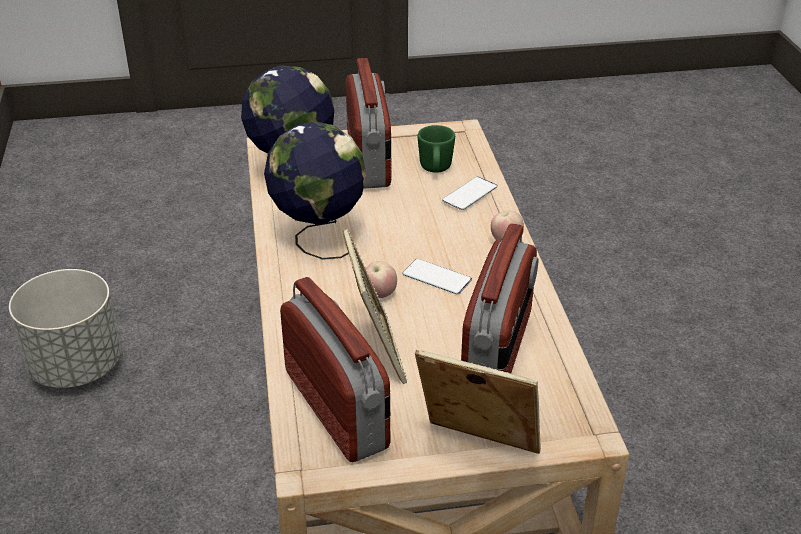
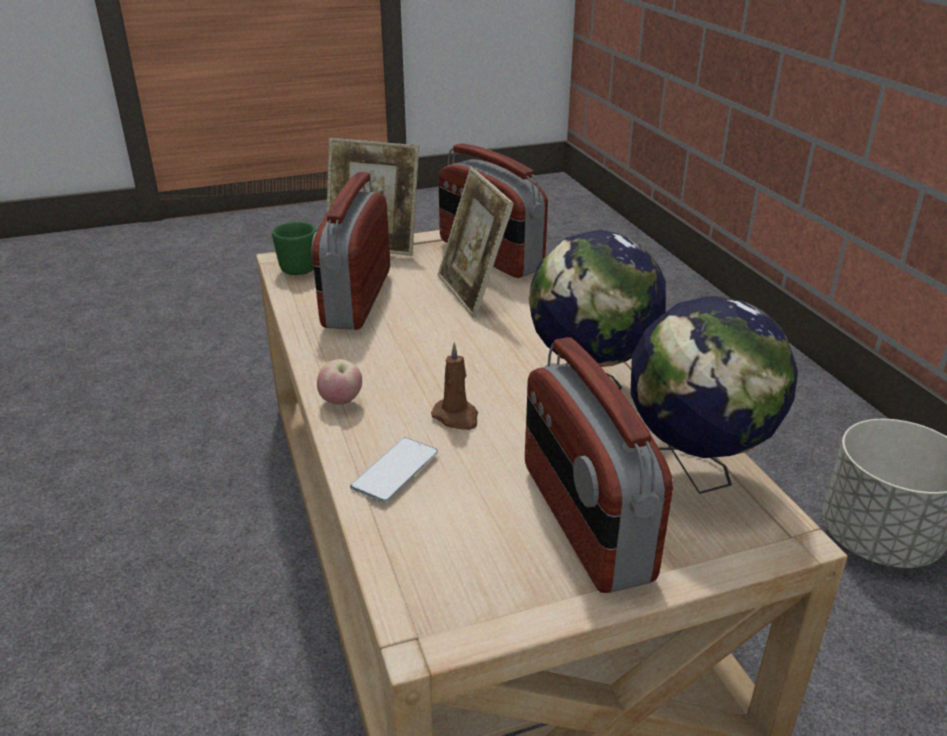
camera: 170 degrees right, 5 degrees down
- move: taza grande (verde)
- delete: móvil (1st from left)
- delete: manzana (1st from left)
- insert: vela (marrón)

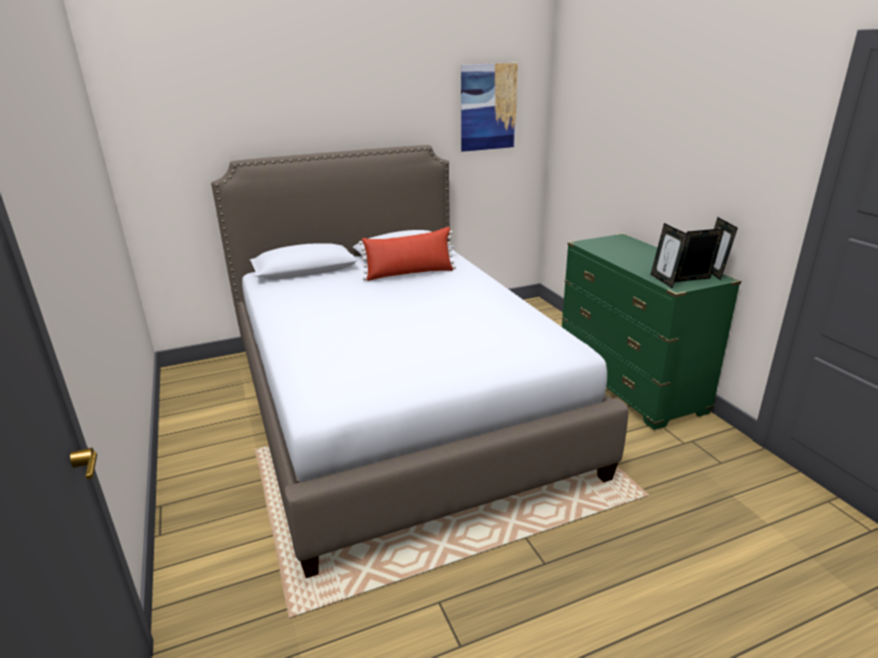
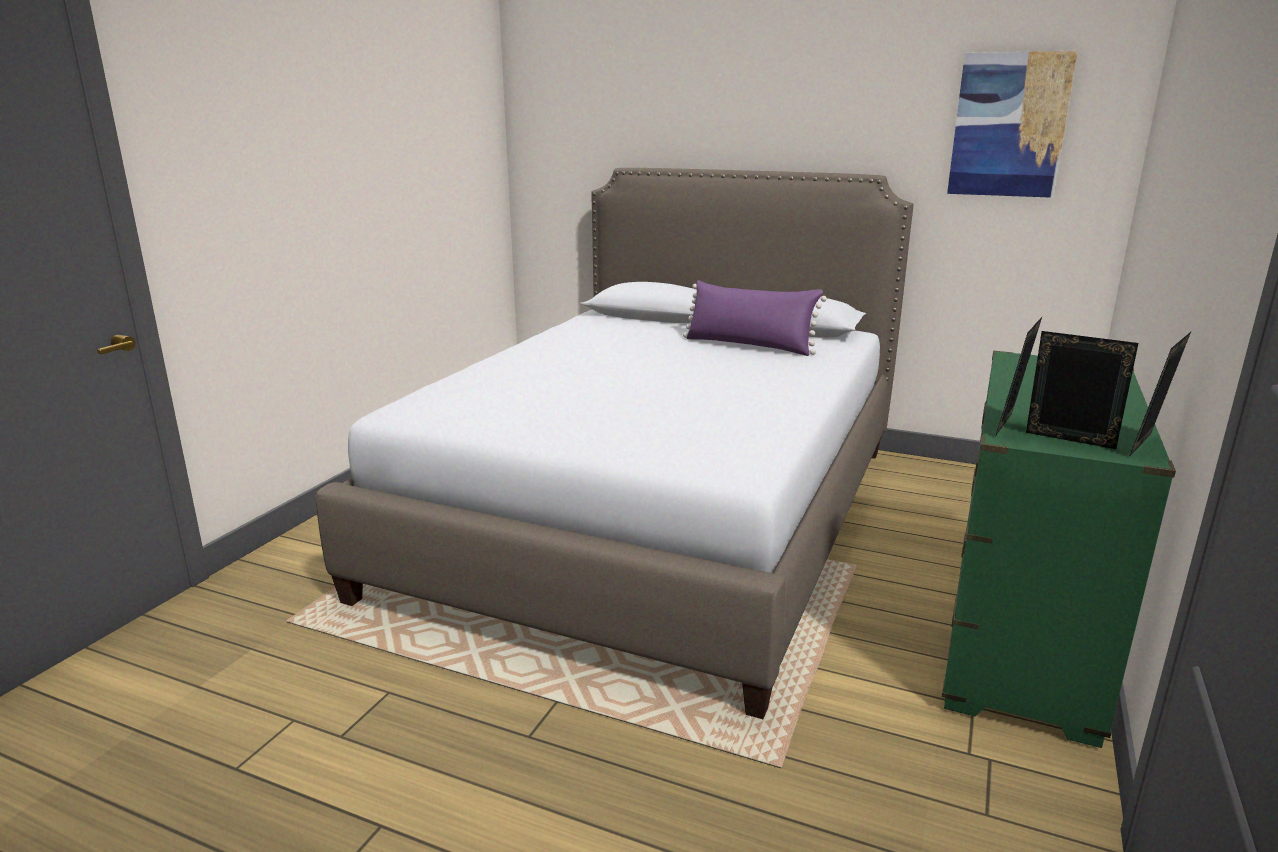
camera: 45 degrees right, 5 degrees down
- recolor: cojín (rojo) to cojín (morado)

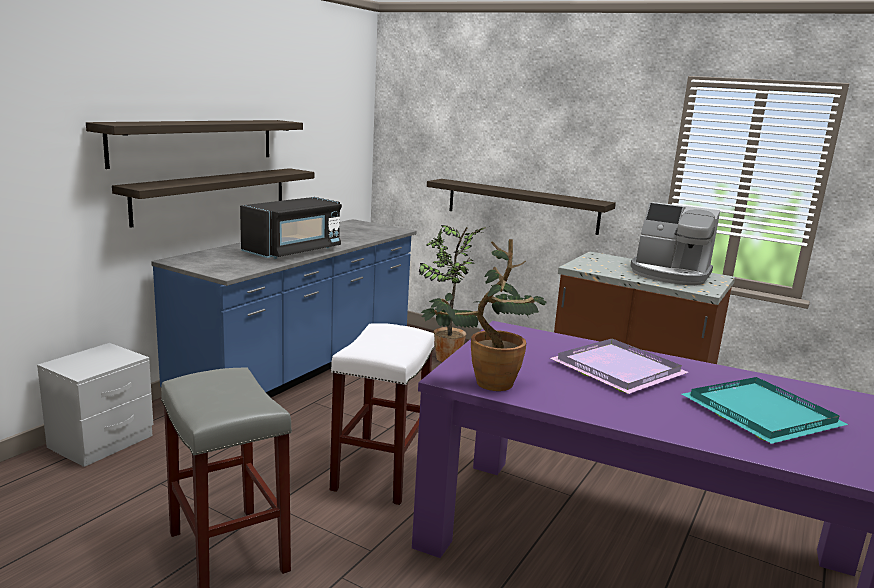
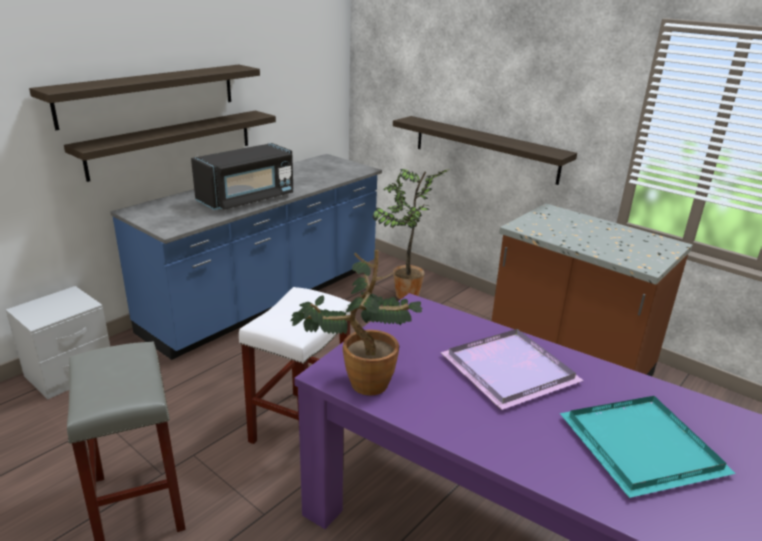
camera: 10 degrees right, 10 degrees up
- delete: cafetera

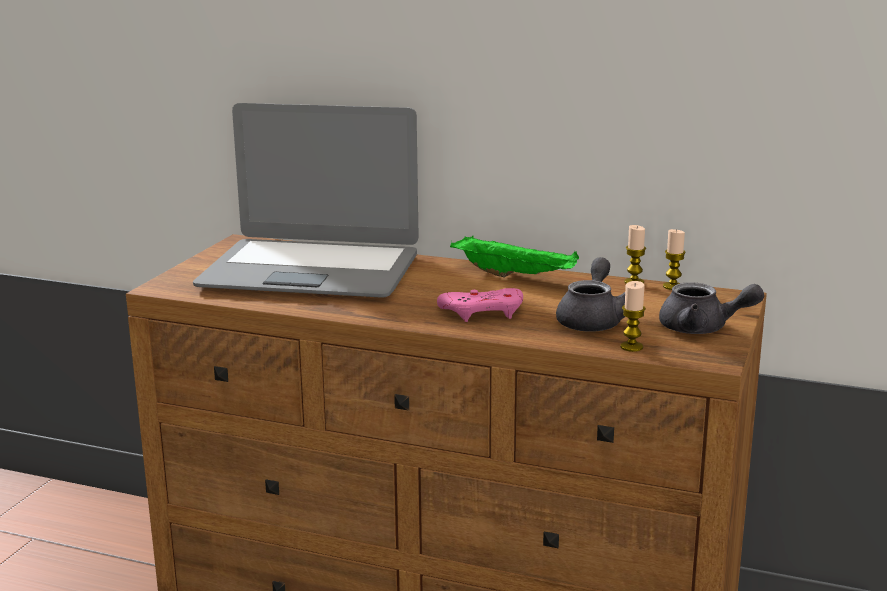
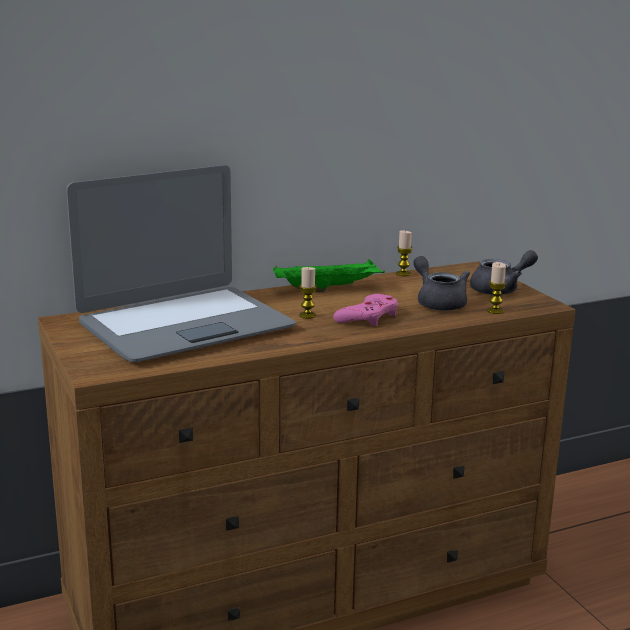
camera: 45 degrees left, 0 degrees up
- move: vela (3rd from left in the first image) to vela (1st from left)

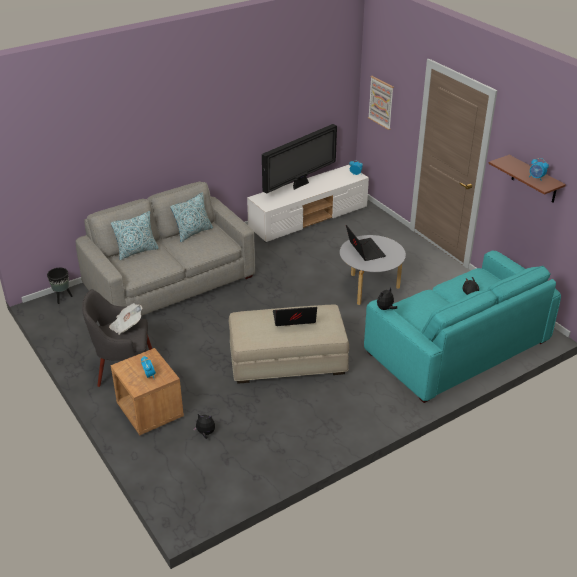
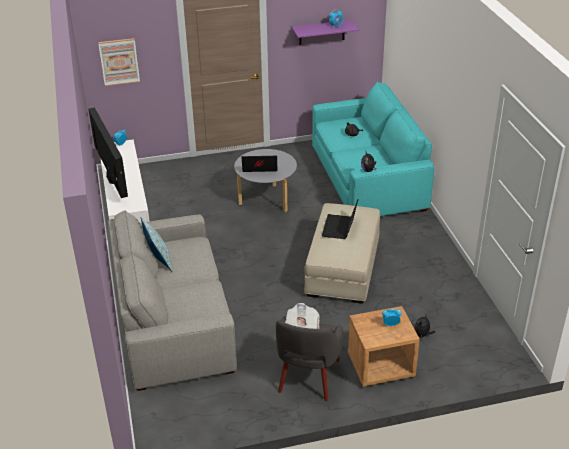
camera: 70 degrees left, 0 degrees up
- recolor: estante (marrón) to estante (morado)
- delete: cojín (1st from left)
- delete: maceta (negro)

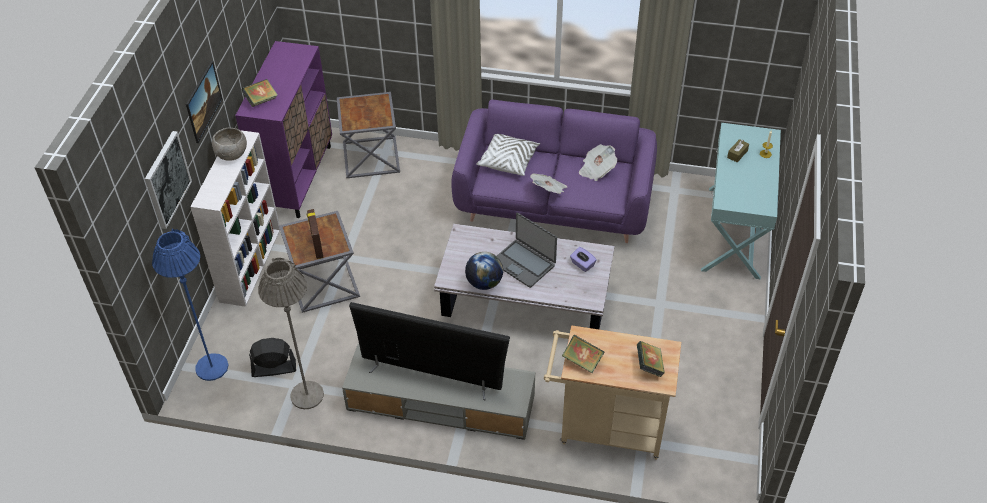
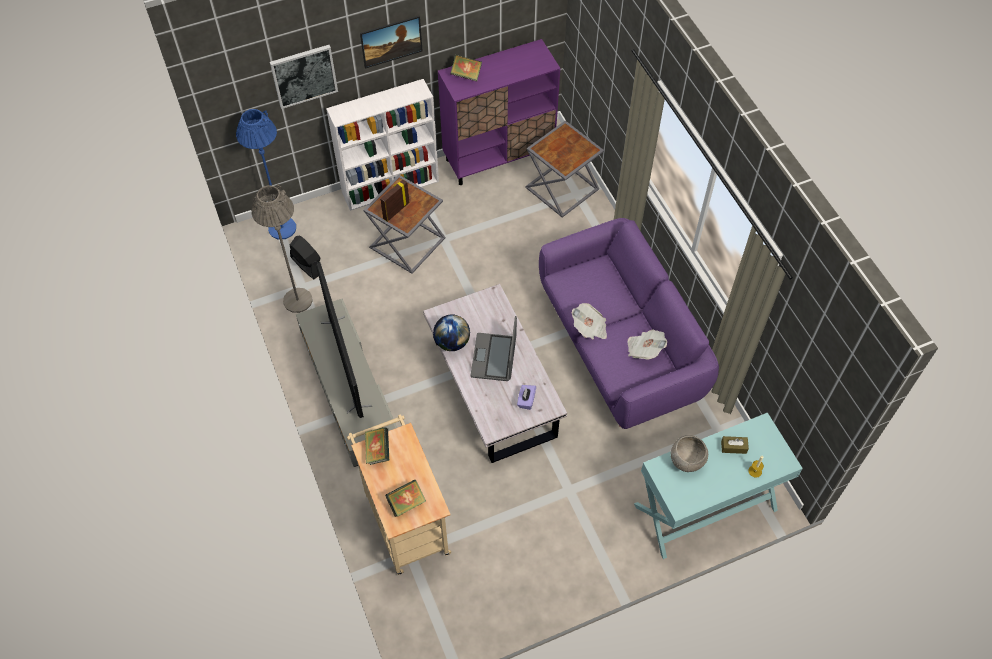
camera: 55 degrees right, 10 degrees up
- move: cuenco (gris)
- delete: cojín (blanco)

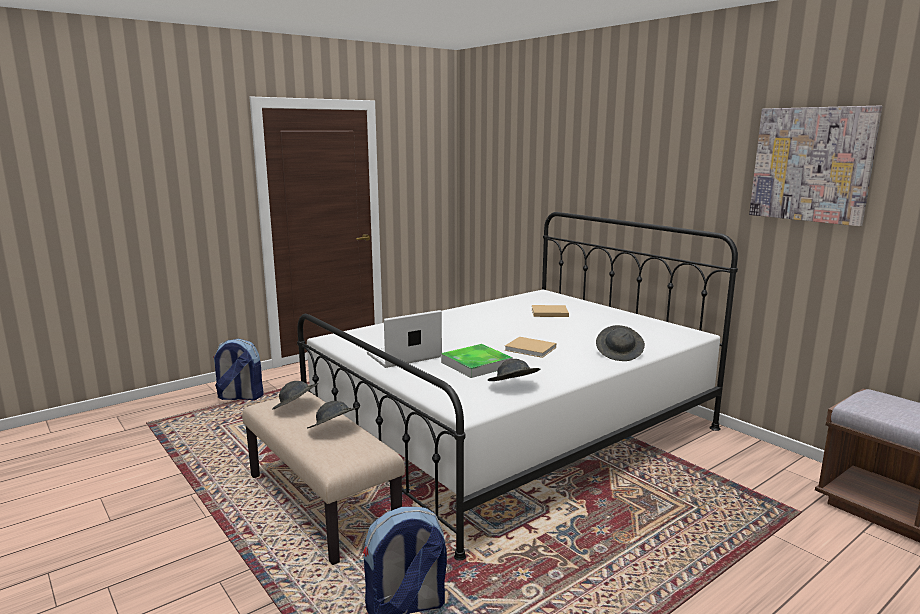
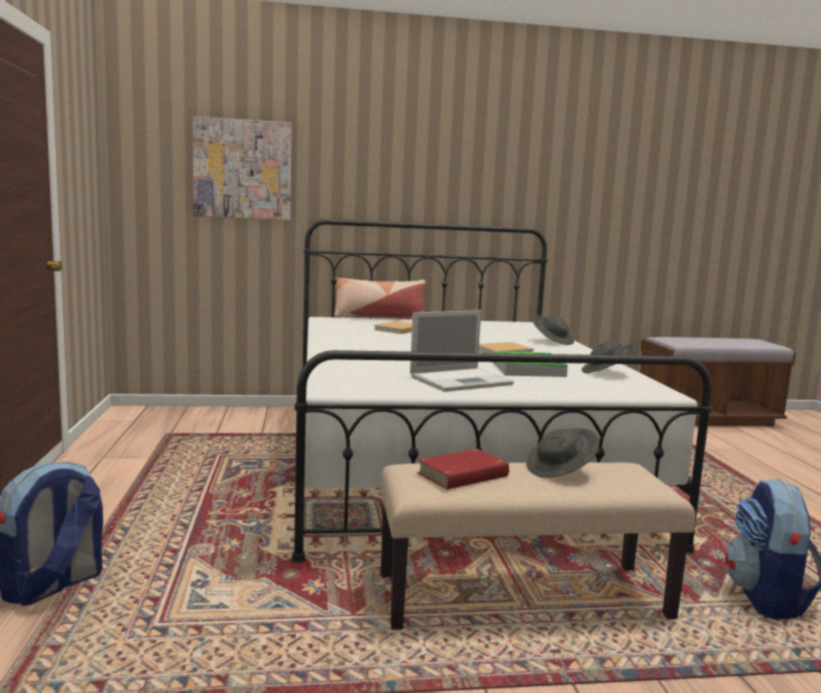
camera: 60 degrees left, 5 degrees down
- move: cuadro
- rotate: portátil 120 degrees counterclockwise
- replace: sombrero (gris) (1st from left) to libro (rojo)
- insert: cojín

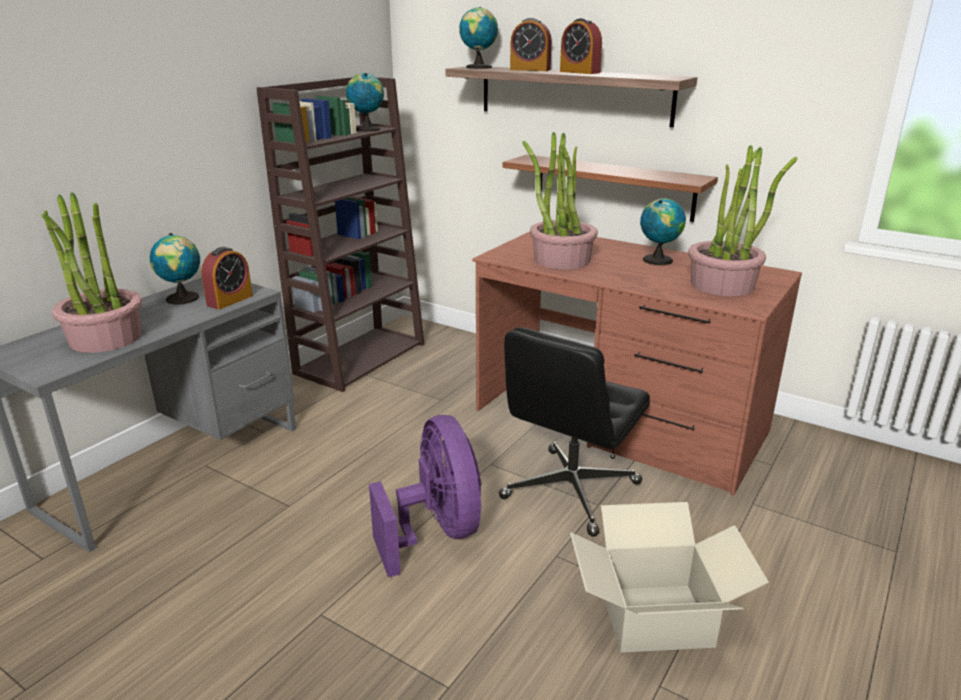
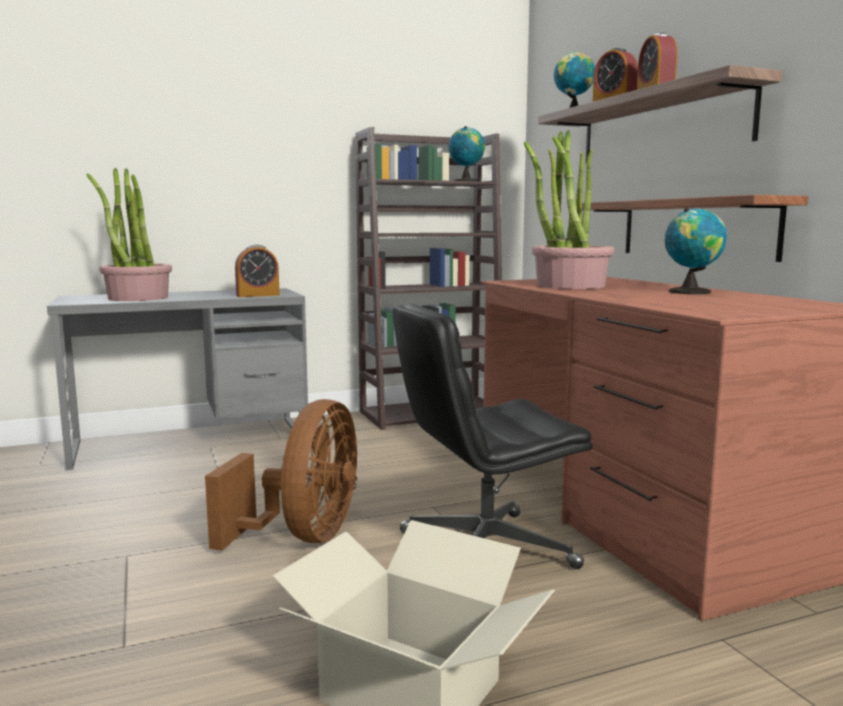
camera: 35 degrees right, 15 degrees down
- delete: planta en maceta (3rd from left)
- delete: globo terráqueo (1st from left)
- recolor: ventilador (morado) to ventilador (marrón)

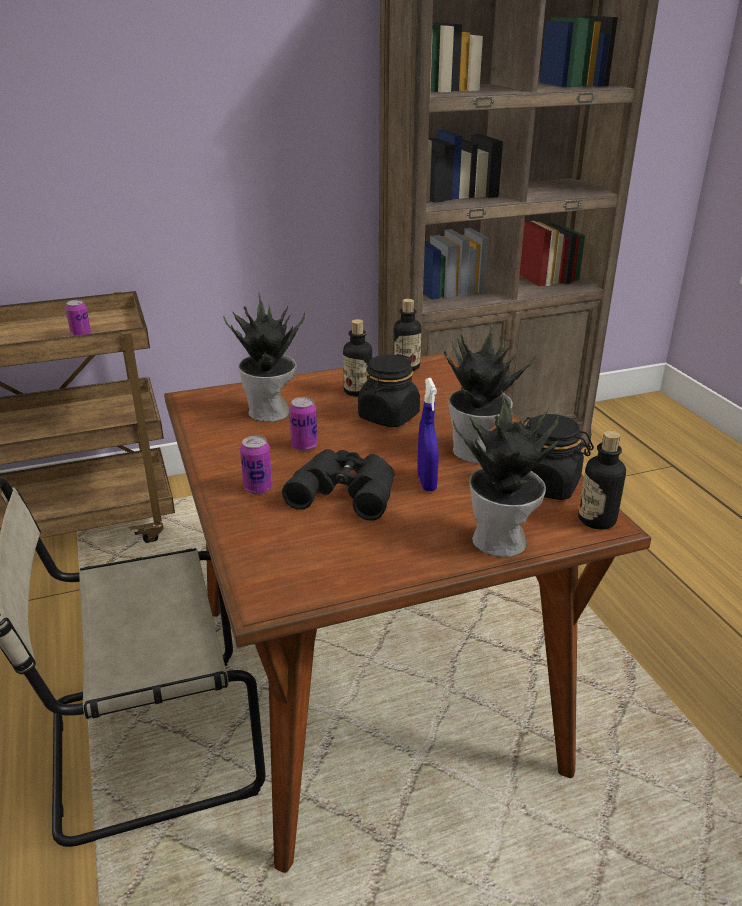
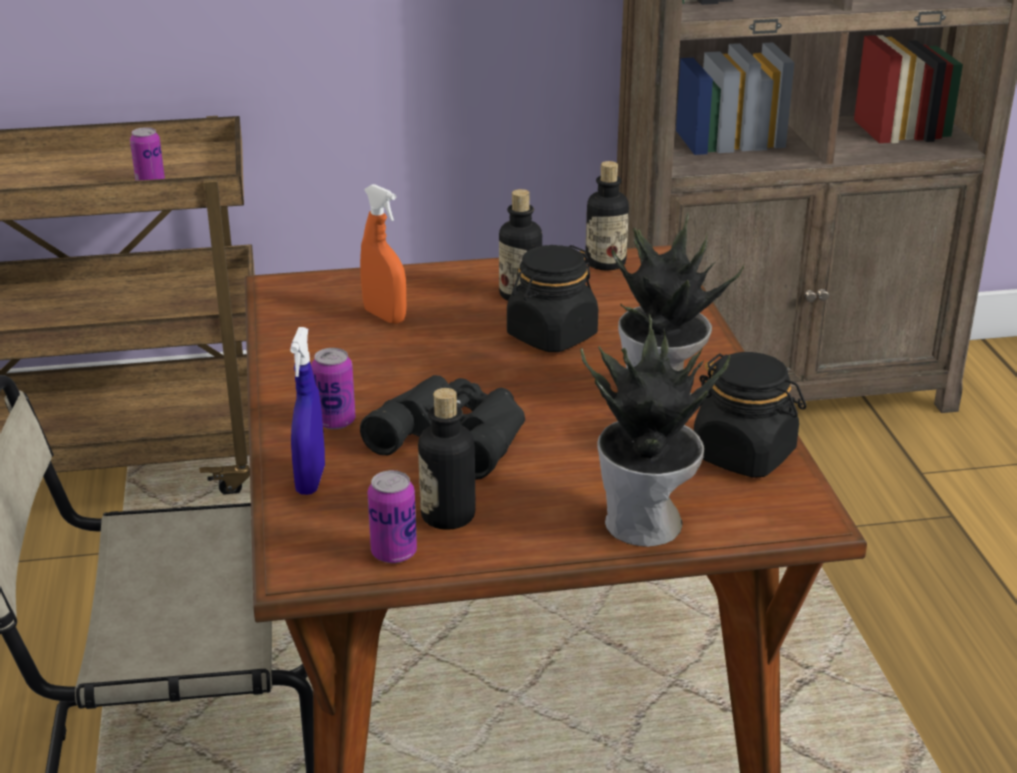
camera: 10 degrees right, 0 degrees up
- replace: planta en maceta (1st from left) to pulverizador (naranja)
- move: pulverizador (azul)
- move: lata (3rd from left)
- move: botella (3rd from left in the first image) to botella (1st from left)

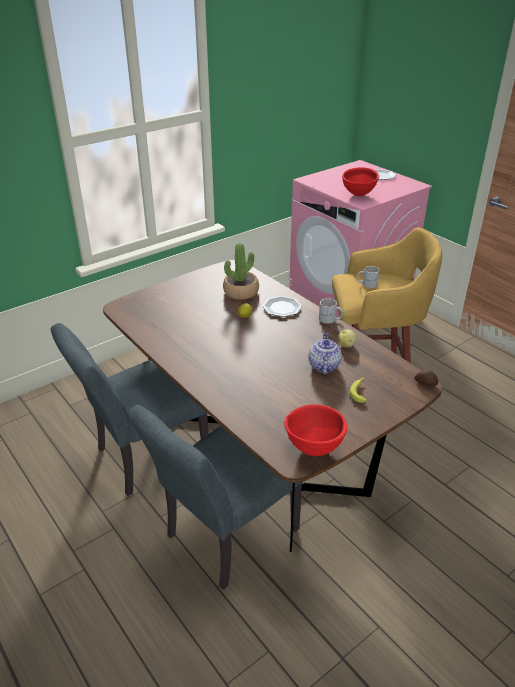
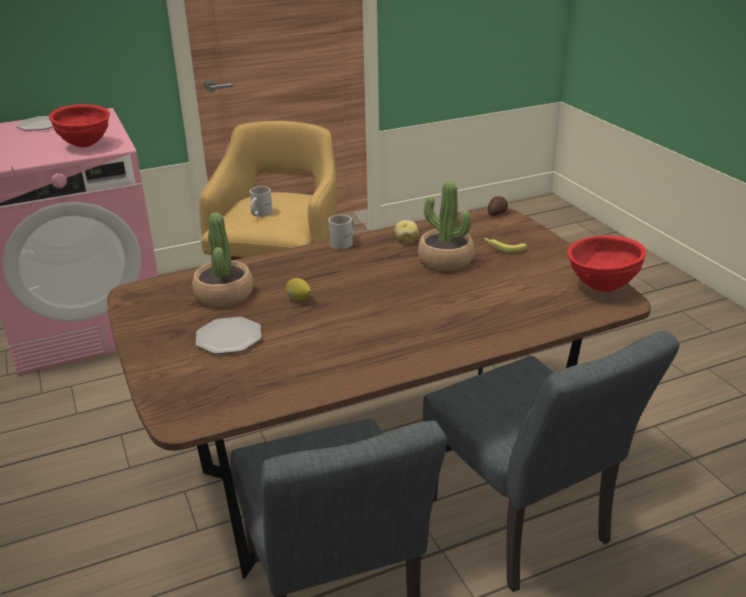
camera: 75 degrees left, 5 degrees down
- move: plato (1st from left in the first image) to plato (2nd from left)
- replace: tetera to planta en maceta (2nd from left)

